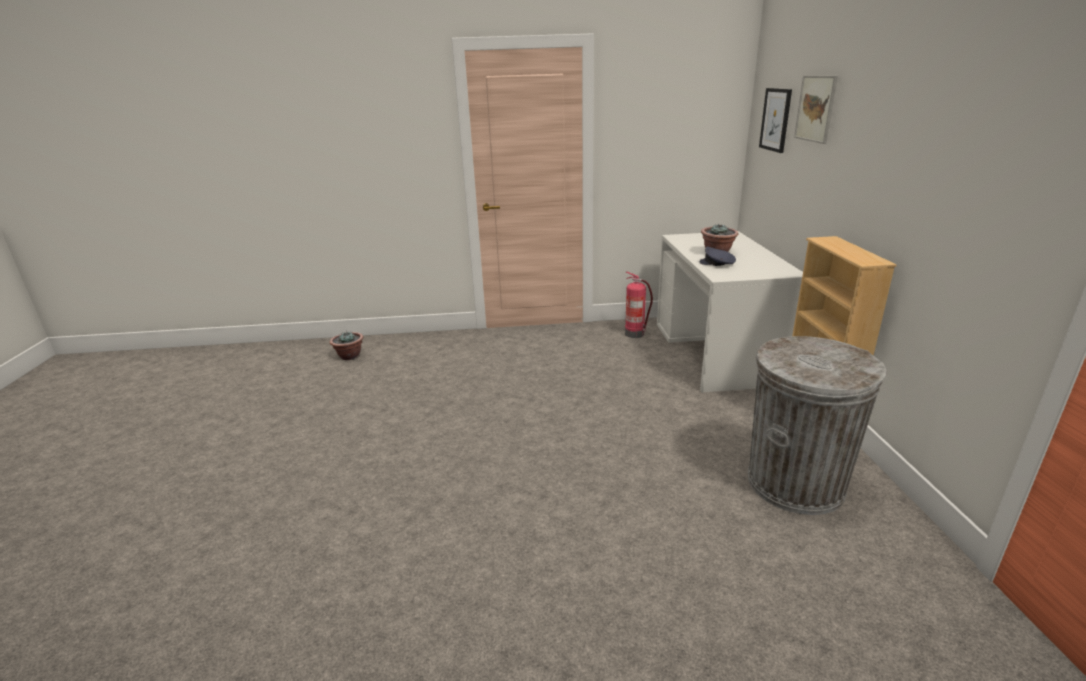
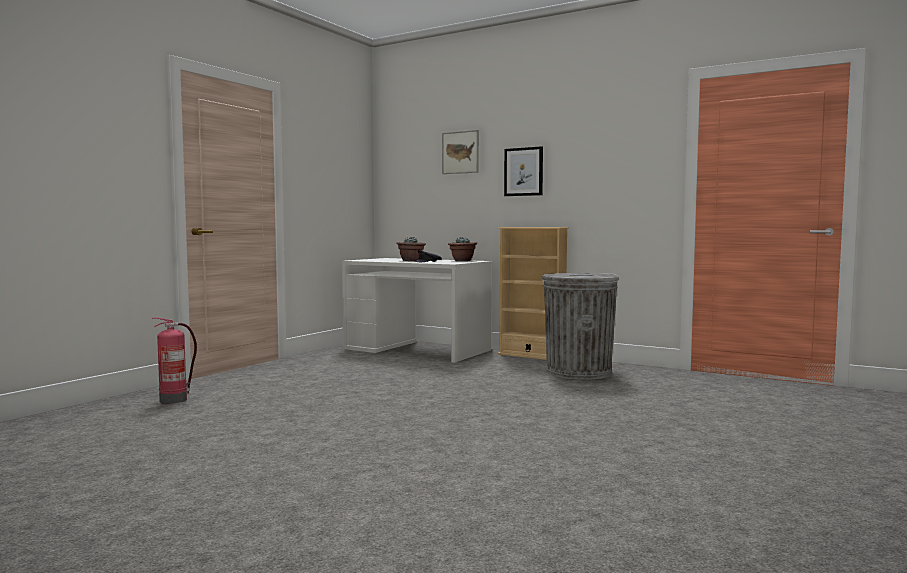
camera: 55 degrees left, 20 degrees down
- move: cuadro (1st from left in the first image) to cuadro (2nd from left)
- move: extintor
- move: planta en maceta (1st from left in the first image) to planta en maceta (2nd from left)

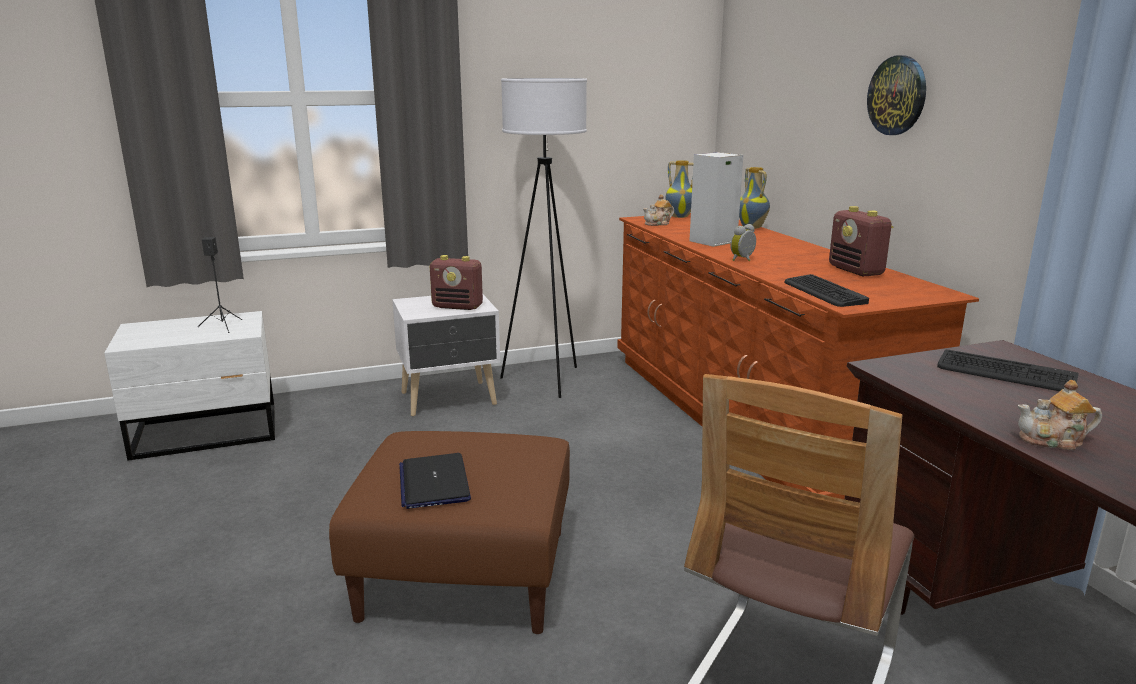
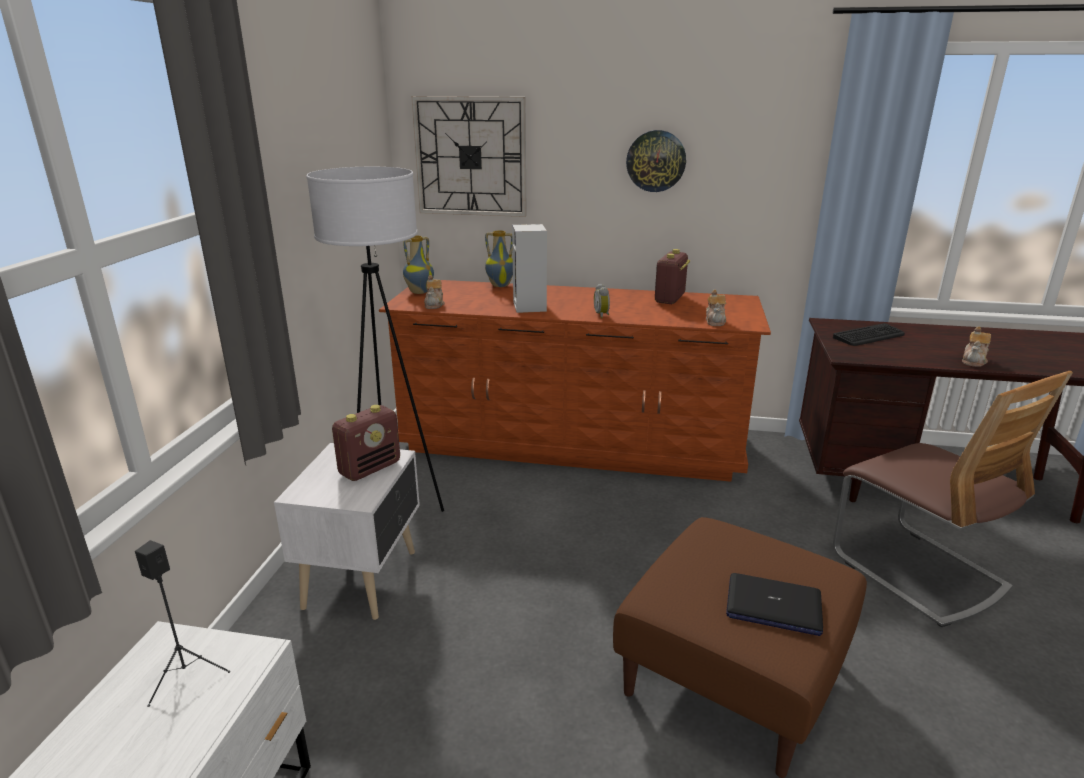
camera: 60 degrees left, 5 degrees up
- rotate: radio (2nd from left) 105 degrees clockwise
- replace: teclado (1st from left) to tetera (2nd from left)
- insert: reloj de pared (1st from left)

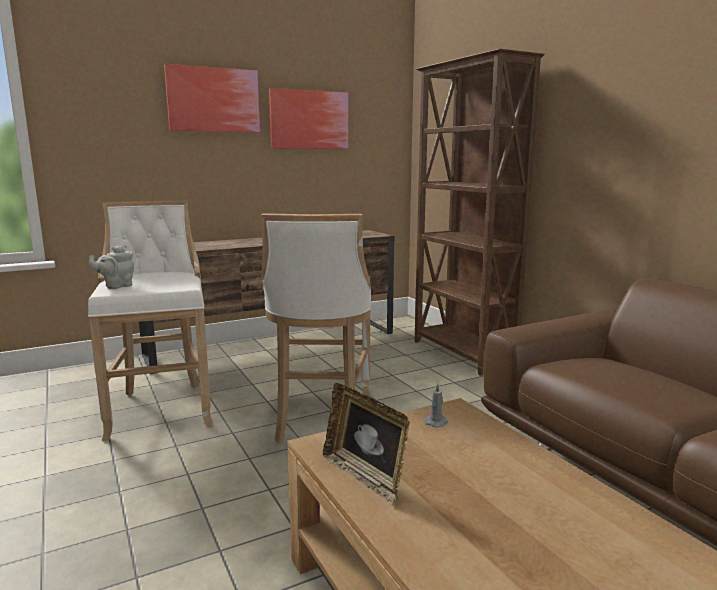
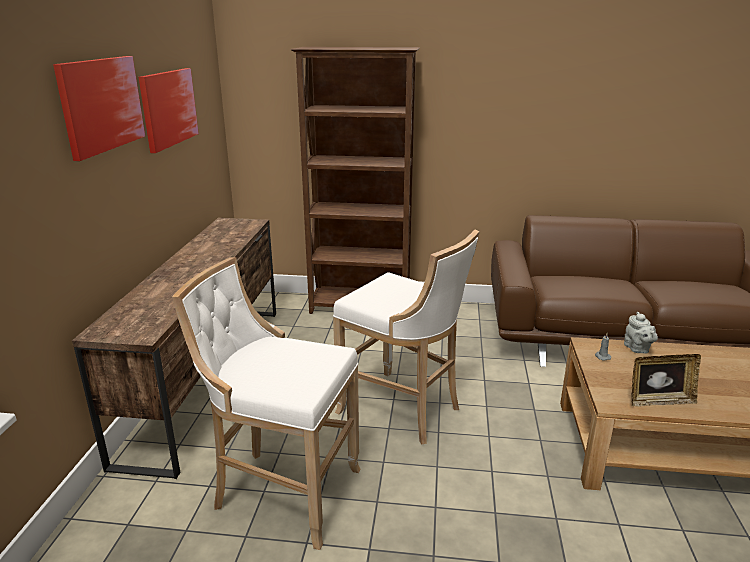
camera: 55 degrees left, 10 degrees up
- move: tetera (gris)

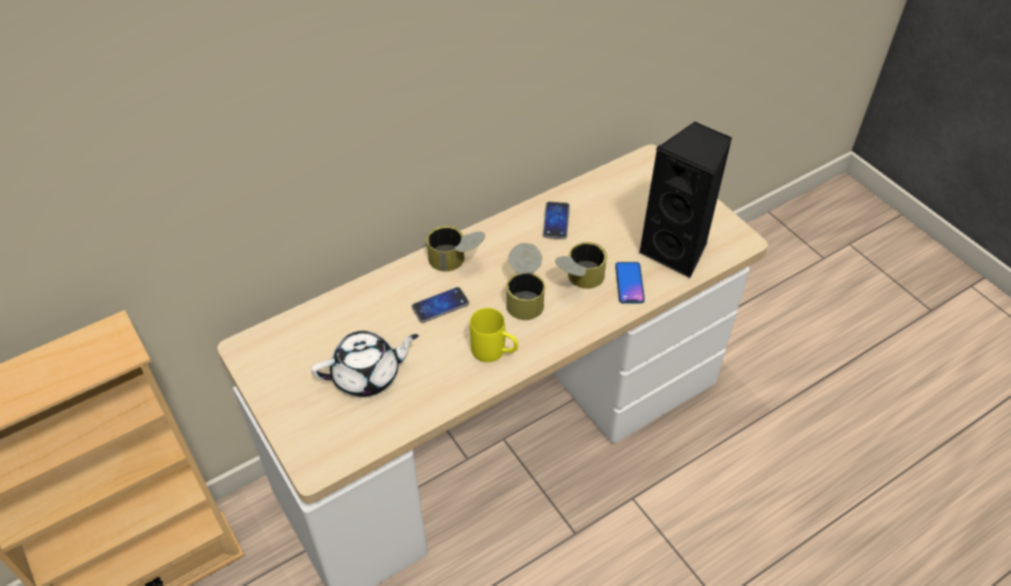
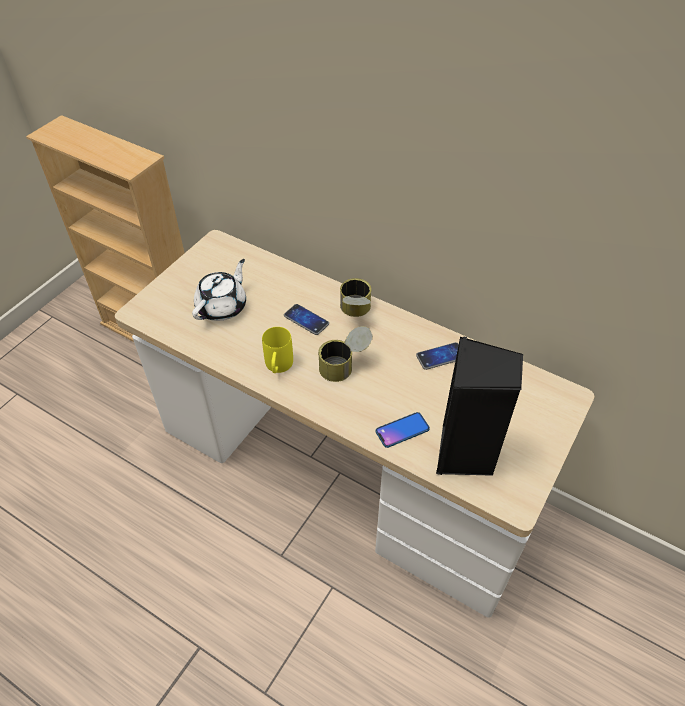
camera: 65 degrees right, 0 degrees up
- delete: lata (3rd from left)
- rotate: tetera (blanco) 105 degrees counterclockwise

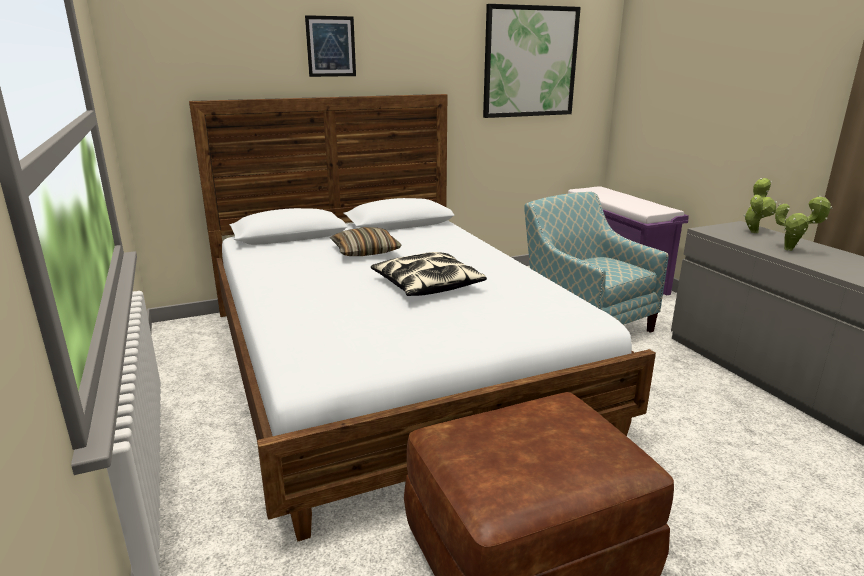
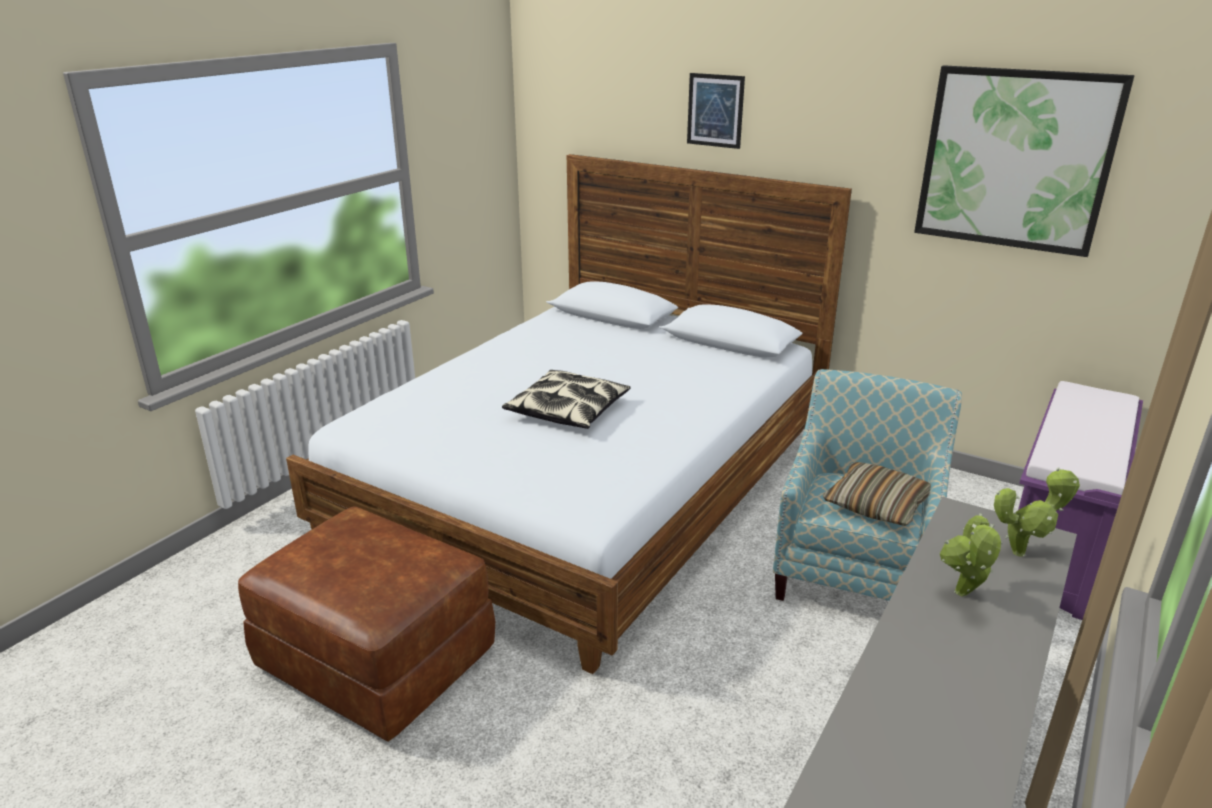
camera: 55 degrees right, 5 degrees up
- move: cojín (1st from left in the first image) to cojín (2nd from left)

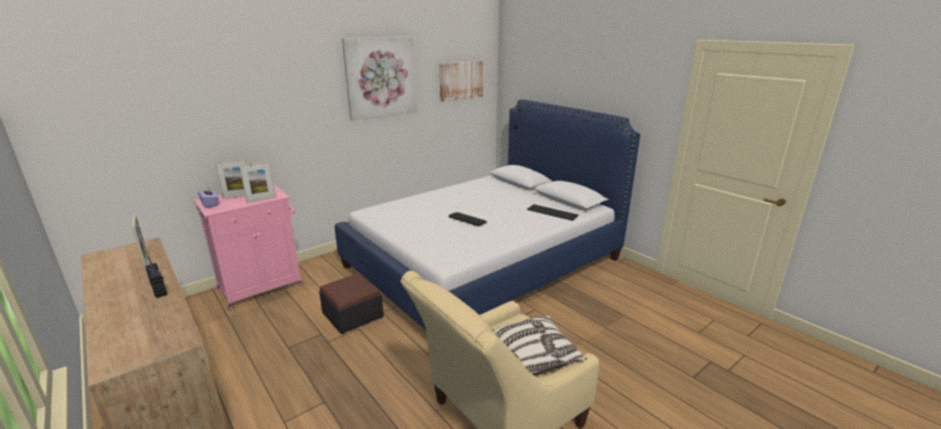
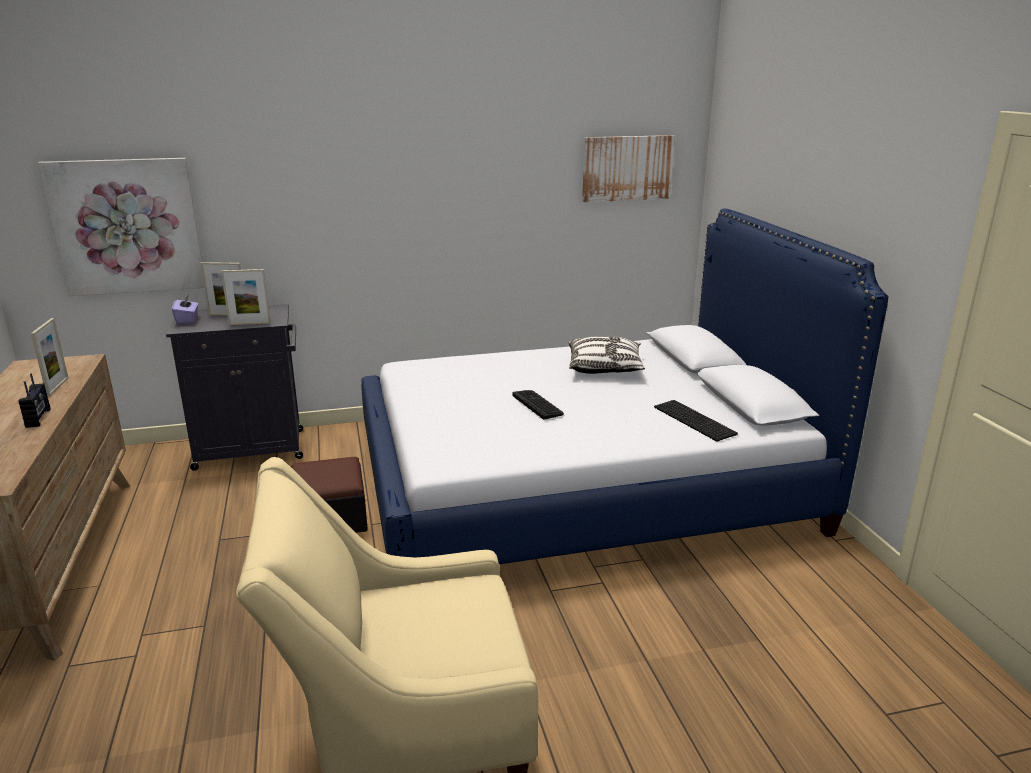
camera: 25 degrees right, 0 degrees up
- move: cuadro (1st from left)
- recolor: armario (rosa) to armario (negro)
- move: cojín

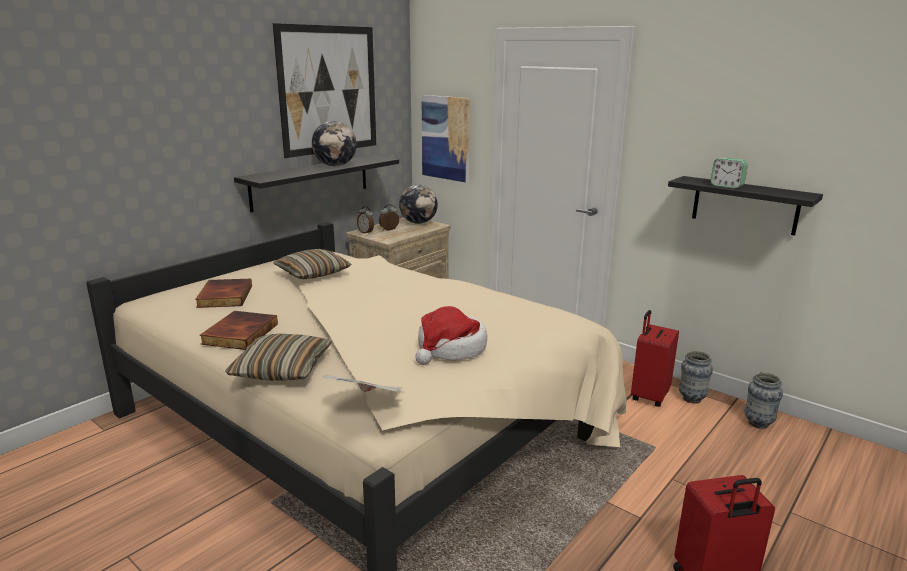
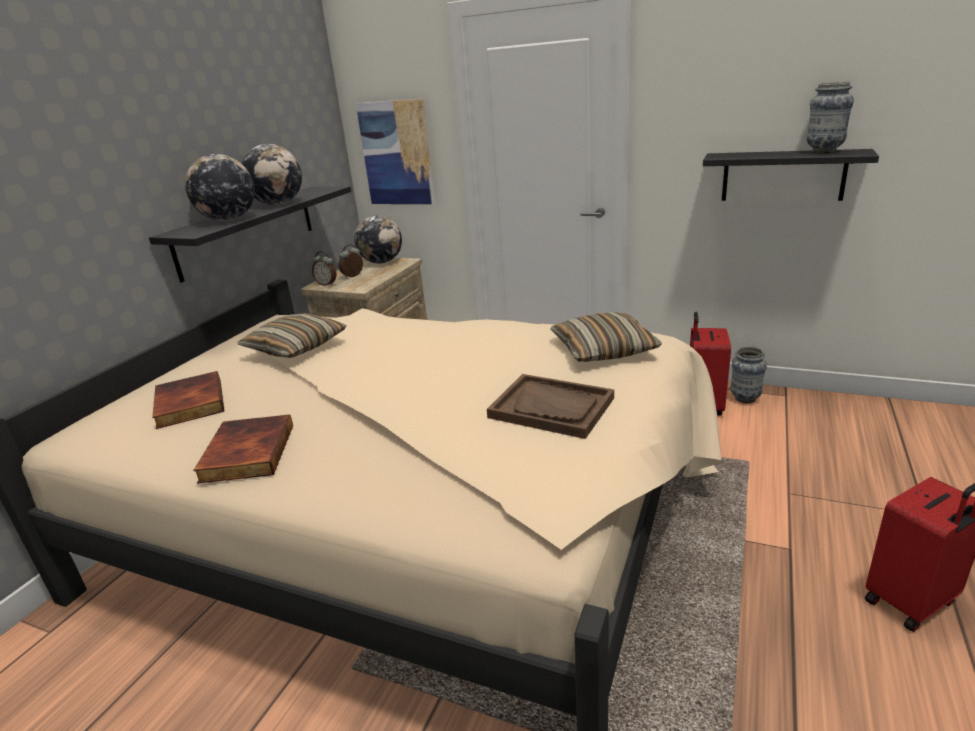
camera: 15 degrees left, 5 degrees up
- delete: cuadro (1st from left)
- delete: despertador (3rd from left)
- replace: sombrero to bandeja (marrón)
- move: cojín (1st from left in the first image) to cojín (2nd from left)
- move: florero (2nd from left)
- delete: periódico
- insert: globo terráqueo (1st from left)

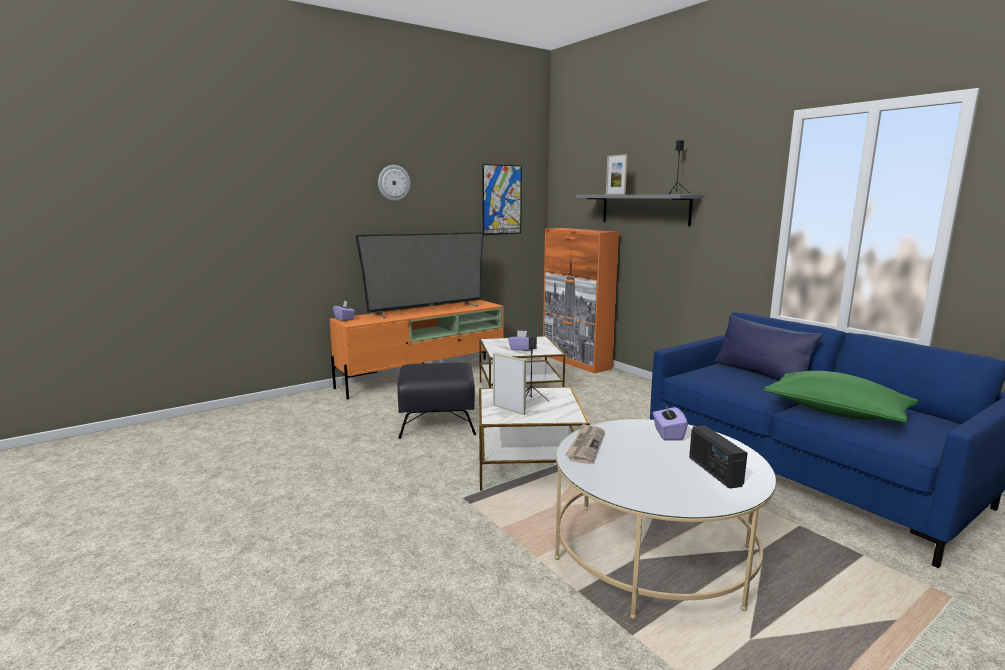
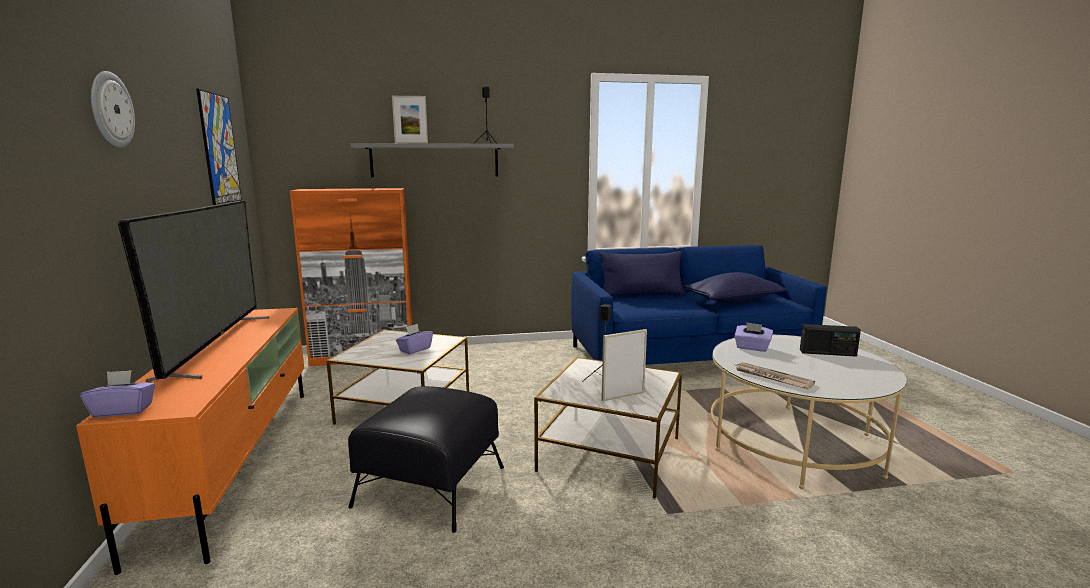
camera: 65 degrees left, 0 degrees up
- recolor: cojín (verde) to cojín (azul) (2nd from left)

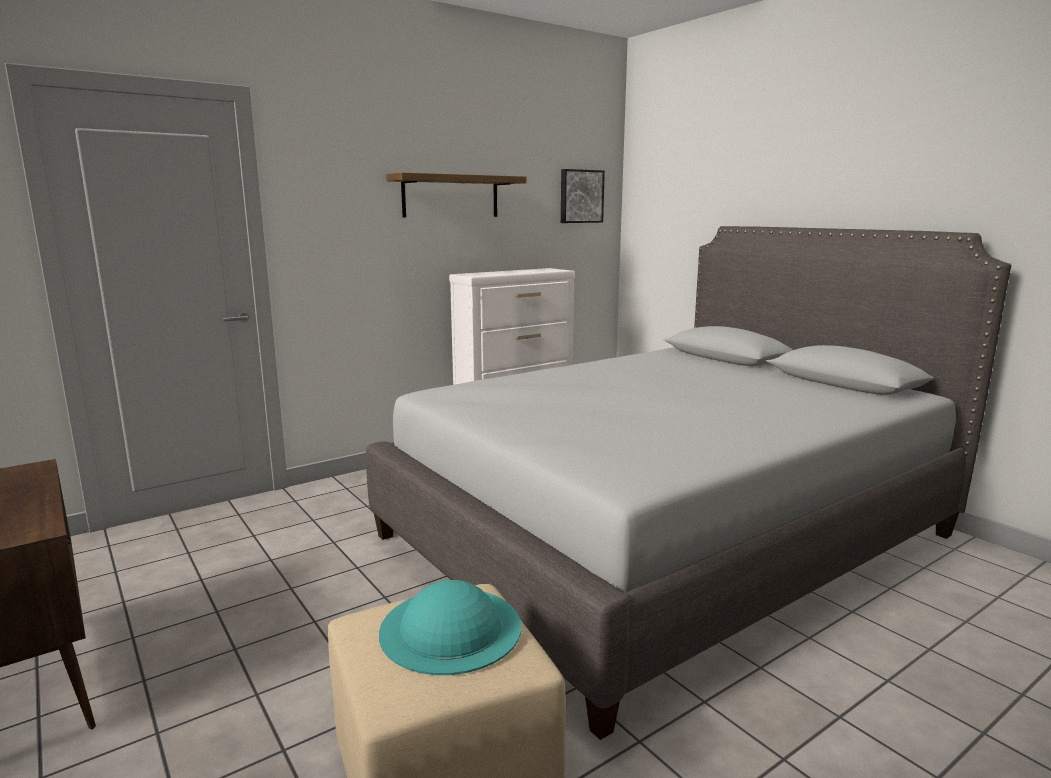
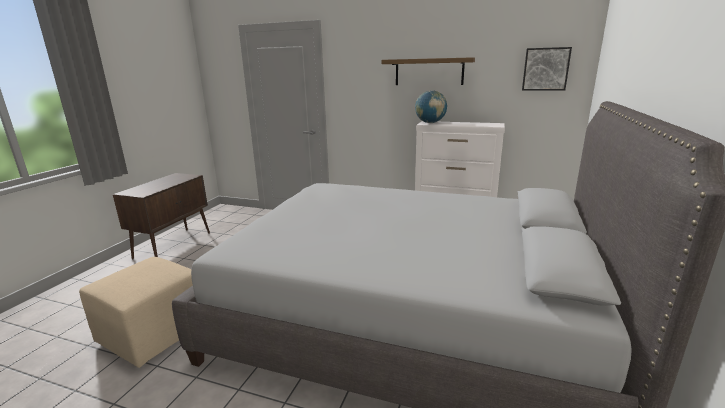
camera: 55 degrees right, 5 degrees up
- delete: sombrero (turquesa)
- insert: globo terráqueo

